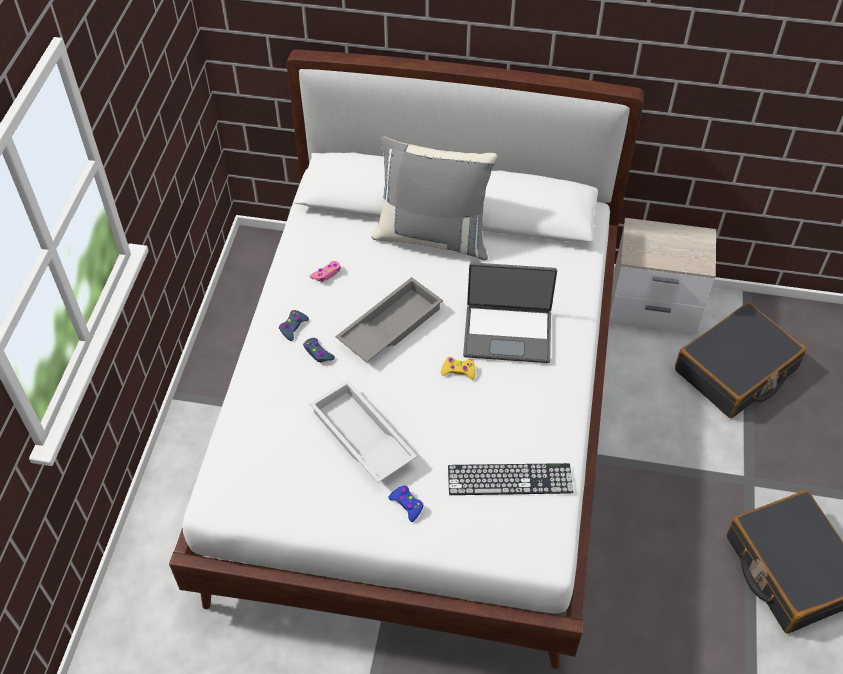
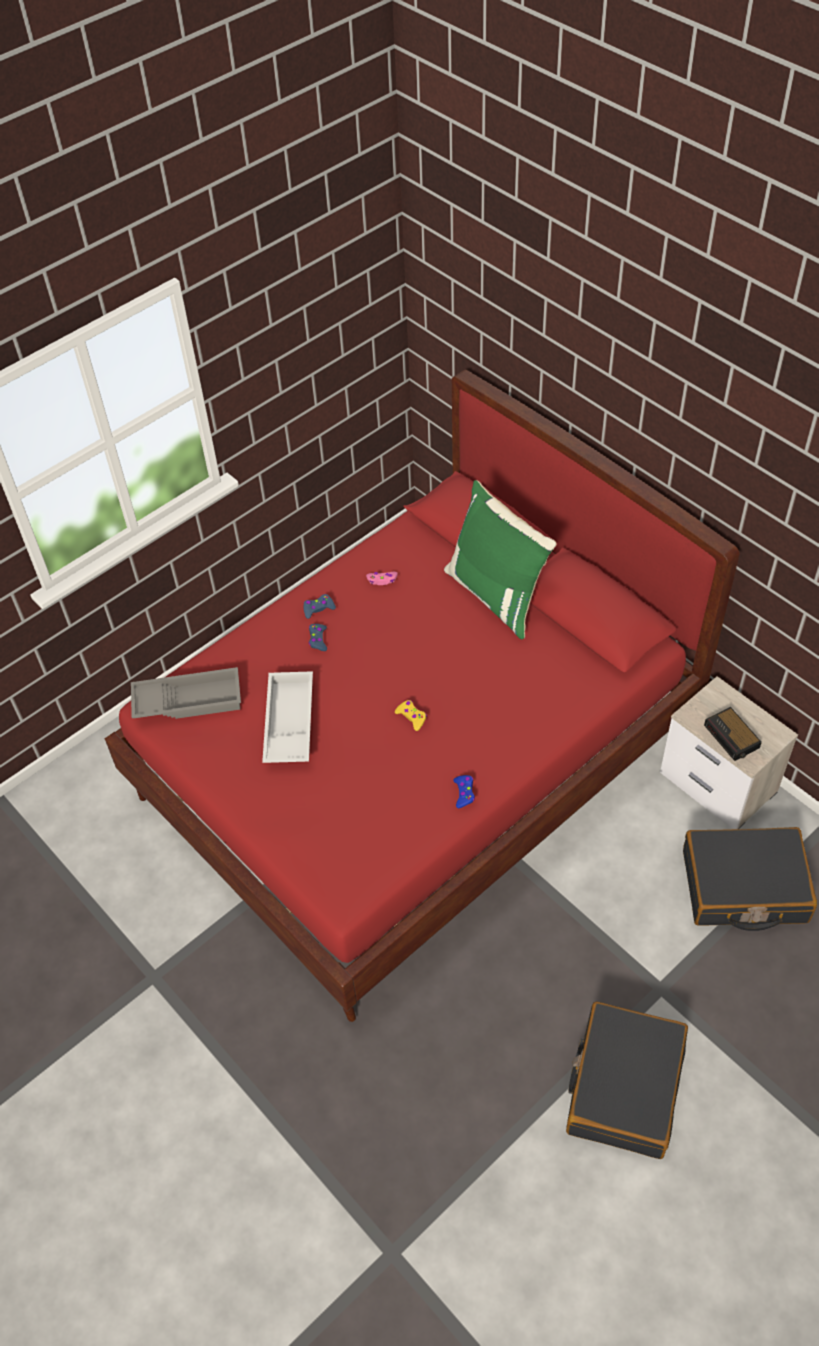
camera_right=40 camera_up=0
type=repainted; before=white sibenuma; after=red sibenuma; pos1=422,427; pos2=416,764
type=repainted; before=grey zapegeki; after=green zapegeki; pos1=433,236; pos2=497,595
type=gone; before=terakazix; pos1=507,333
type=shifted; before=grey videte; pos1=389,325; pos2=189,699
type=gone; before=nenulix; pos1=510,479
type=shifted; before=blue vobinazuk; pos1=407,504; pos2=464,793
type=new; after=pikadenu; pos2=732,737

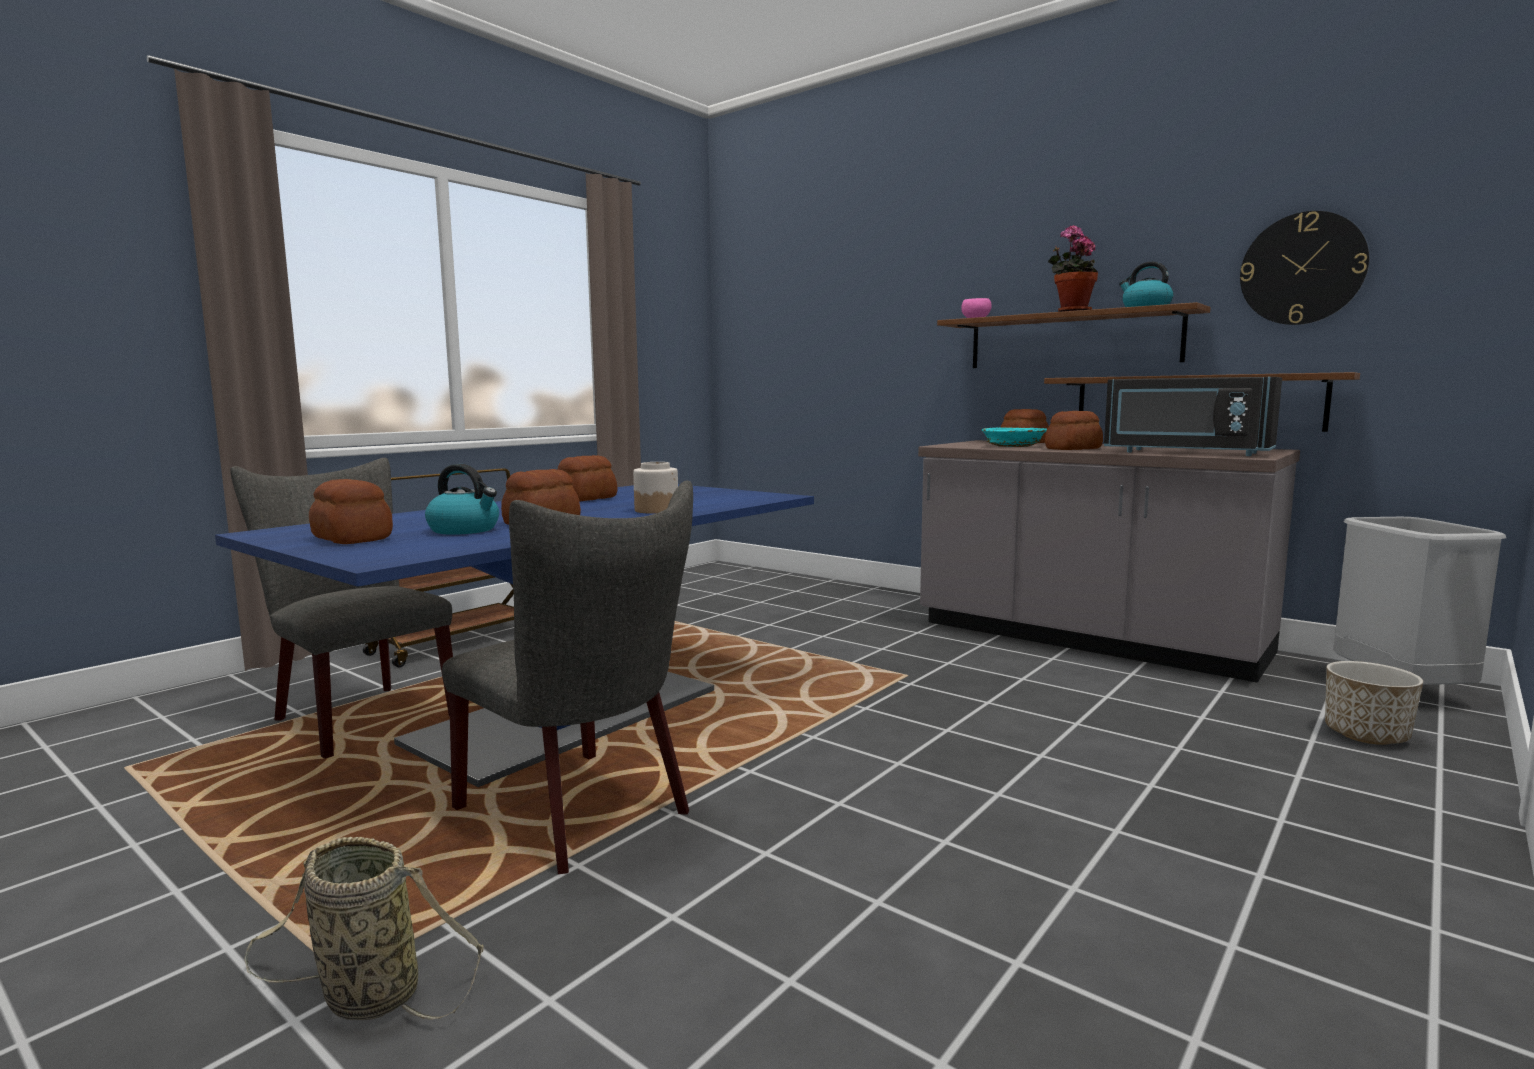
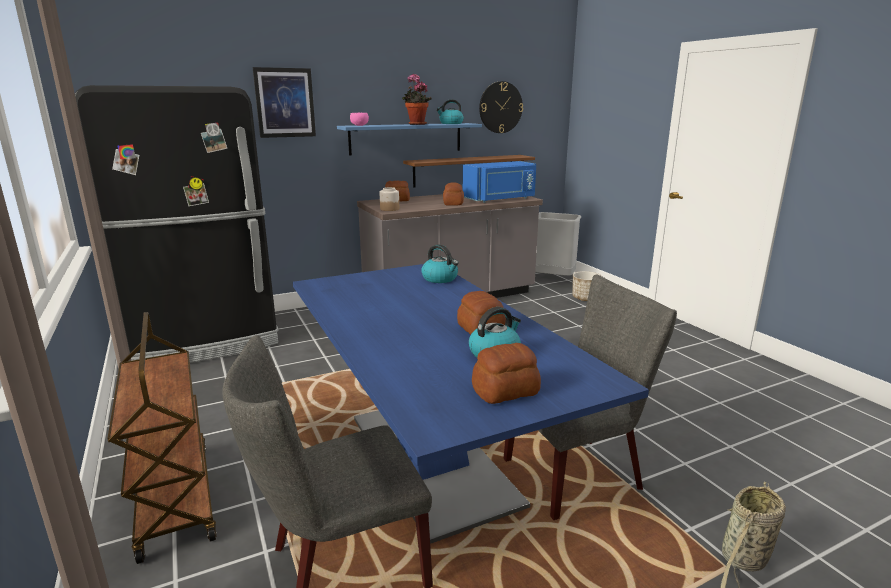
camera_right=-65 camera_up=10
type=repainted; before=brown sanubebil; after=blue sanubebil; pos1=1072,340; pos2=406,138
type=repainted; before=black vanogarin; after=blue vanogarin; pos1=1185,453; pos2=500,199
type=gone; before=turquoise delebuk; pos1=1013,446
type=gone; before=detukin; pos1=585,499
type=shifted; before=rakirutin; pos1=656,510; pos2=389,209
type=new; after=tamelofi; pos2=285,103
type=new; after=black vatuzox; pos2=205,341
type=new; after=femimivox; pos2=440,278

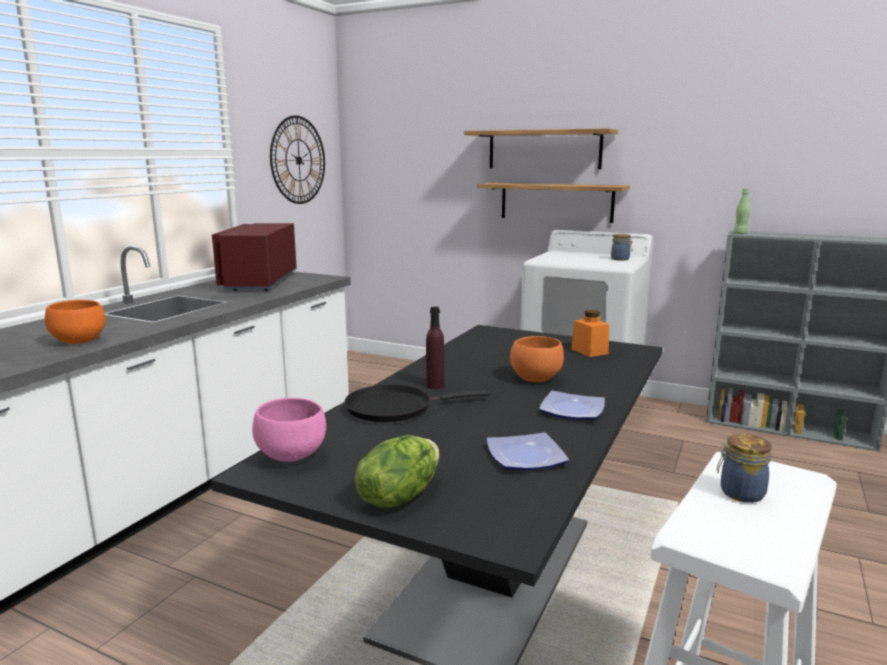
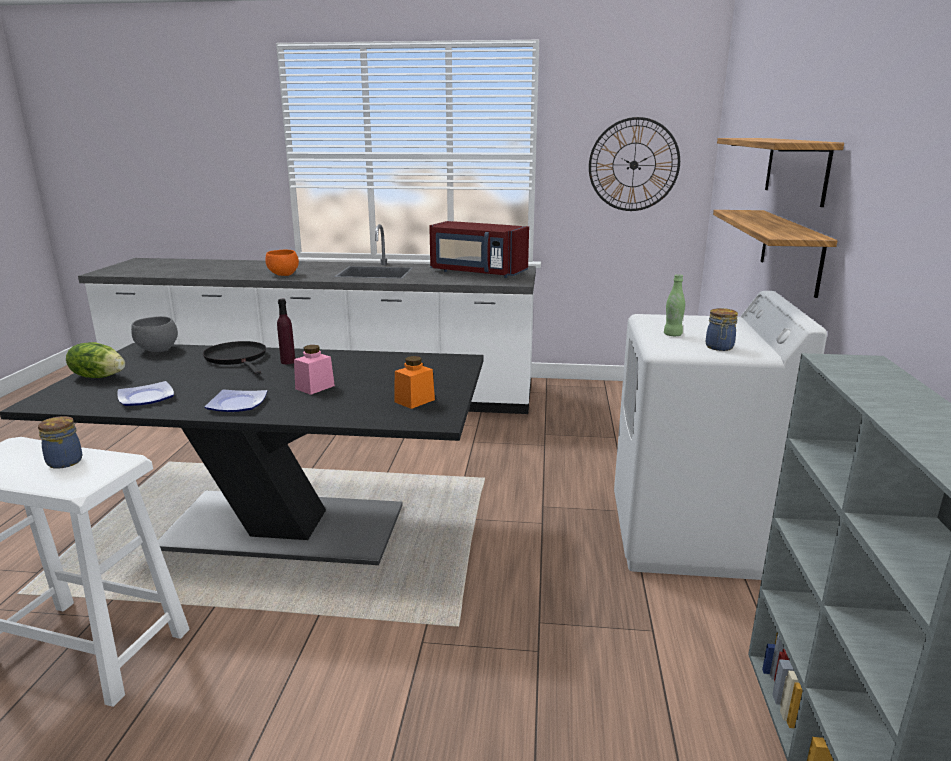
camera_right=70 camera_up=5
type=shifted; before=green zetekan; pos1=740,233; pos2=672,335
type=rotated; before=red vanogarin; pos1=258,282; pos2=477,272; turn=-135
type=swapped; before=orange delebuk; after=pink rakirutin; pos1=534,379; pos2=315,387
type=repainted; before=pink delebuk; after=grey delebuk; pos1=293,456; pos2=158,350

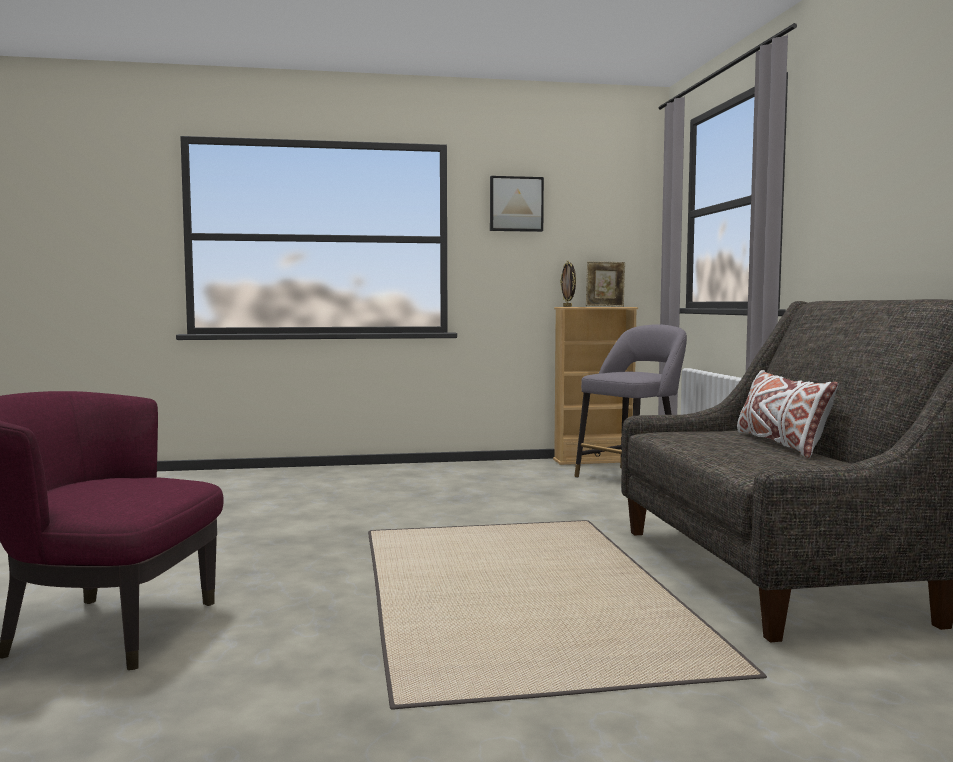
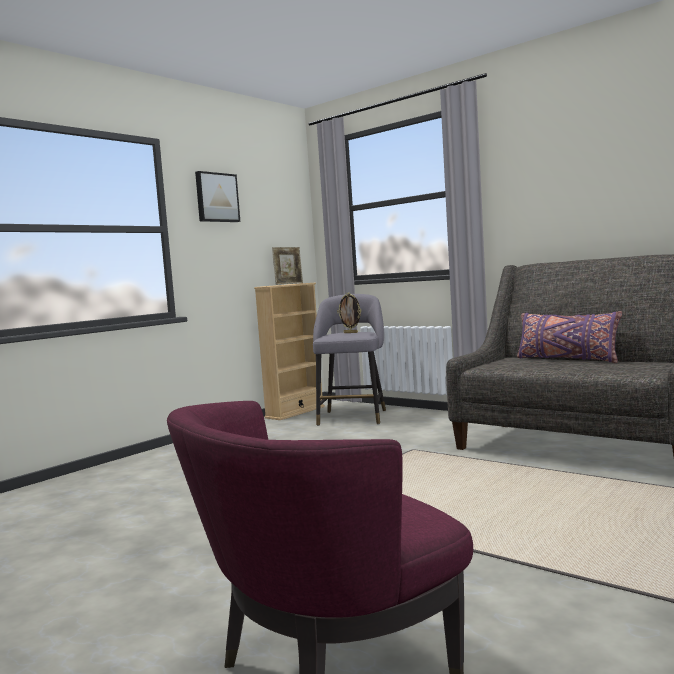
camera_right=-40 camera_up=0
type=shifted; before=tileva; pos1=568,306; pos2=351,333
type=repainted; before=white zapegeki; after=purple zapegeki; pos1=780,444; pos2=567,360

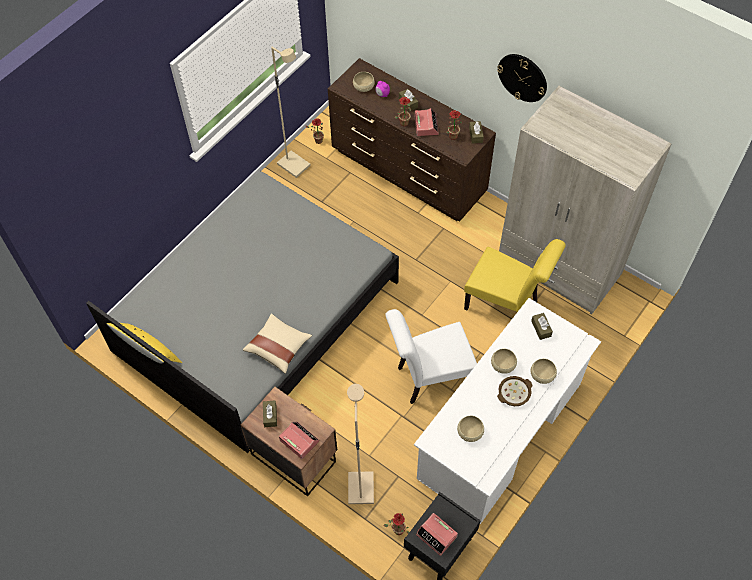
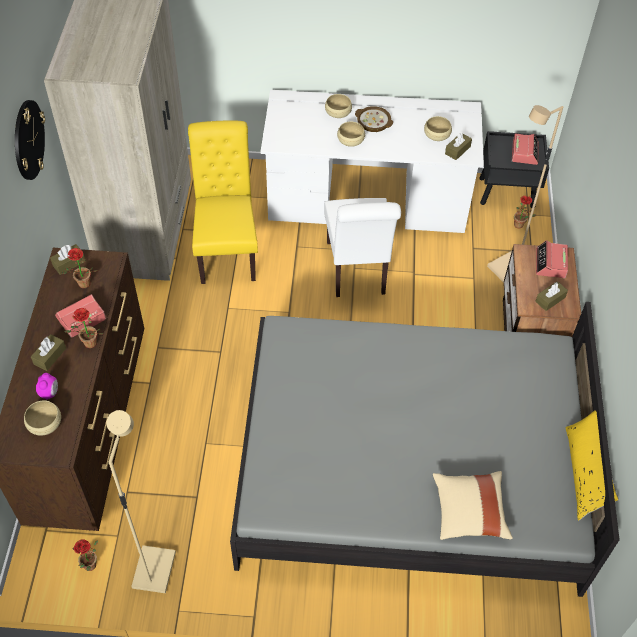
camera_right=-125 camera_up=-5
type=rotated; before=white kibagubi; pos1=429,378; pos2=357,271; turn=45
type=shifted; before=beige zapegeki; pos1=278,347; pos2=469,511
type=shifted; before=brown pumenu; pos1=541,328; pos2=457,150

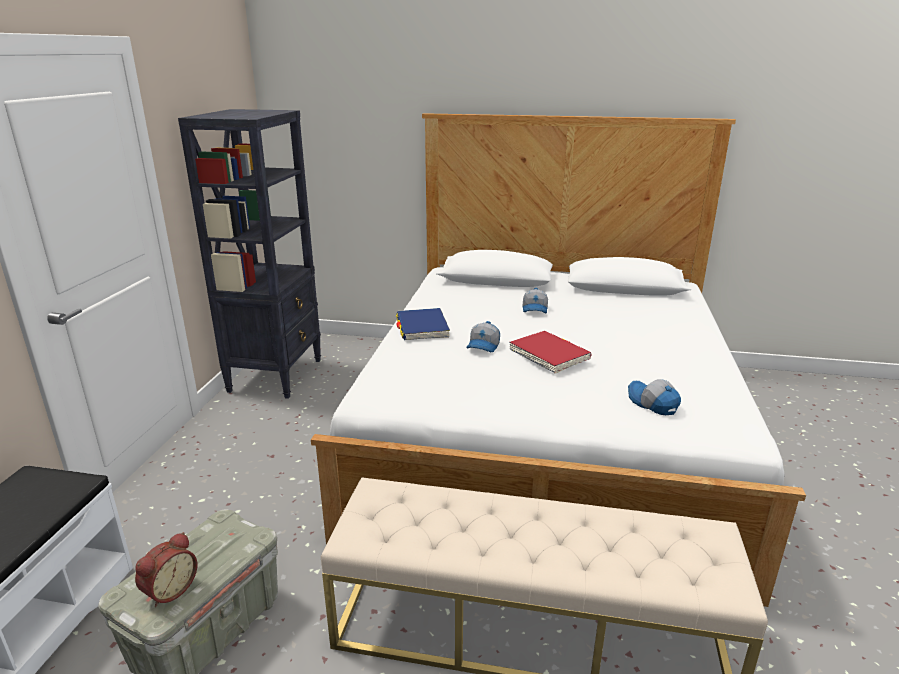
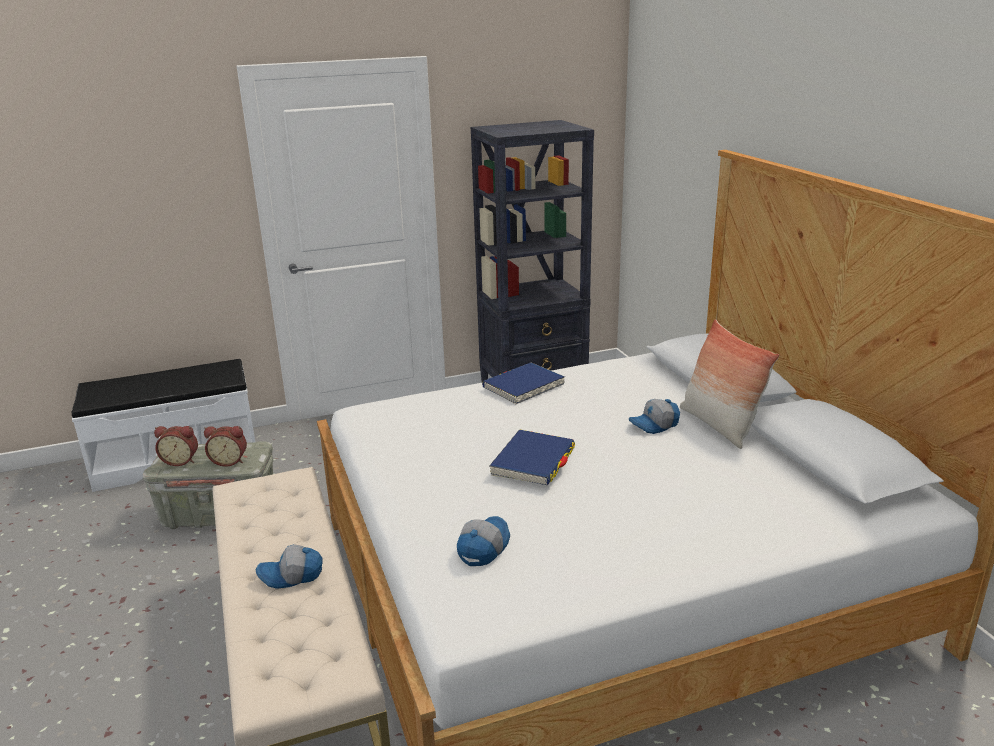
camera_right=60 camera_up=0
type=shifted; before=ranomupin; pos1=484,346; pos2=291,576
type=repainted; before=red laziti; after=blue laziti; pos1=549,354; pos2=533,461
type=new; after=zapegeki; pos2=719,425
type=new; after=pikadenu; pos2=229,461

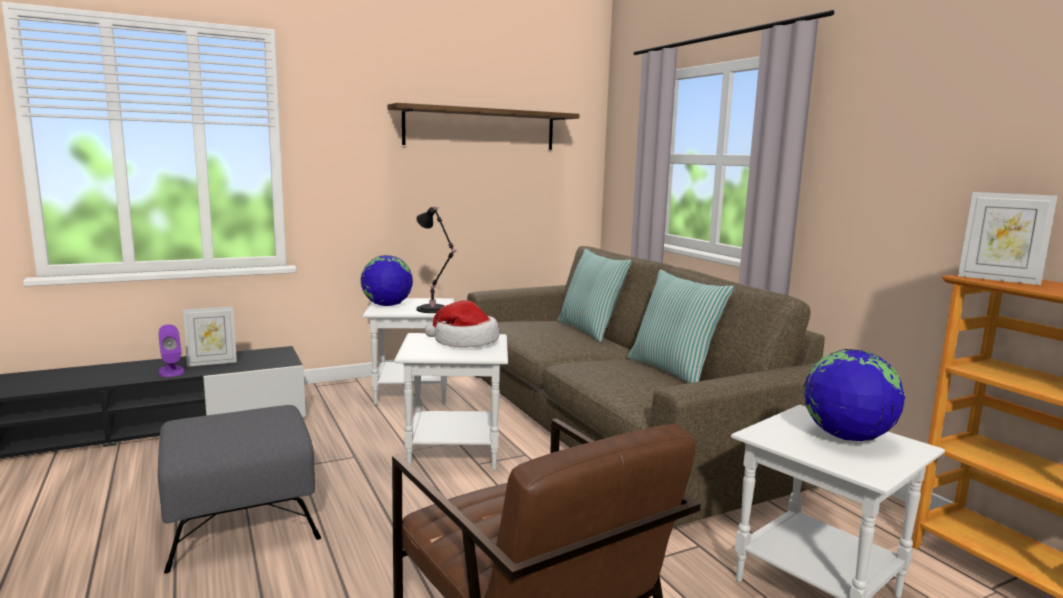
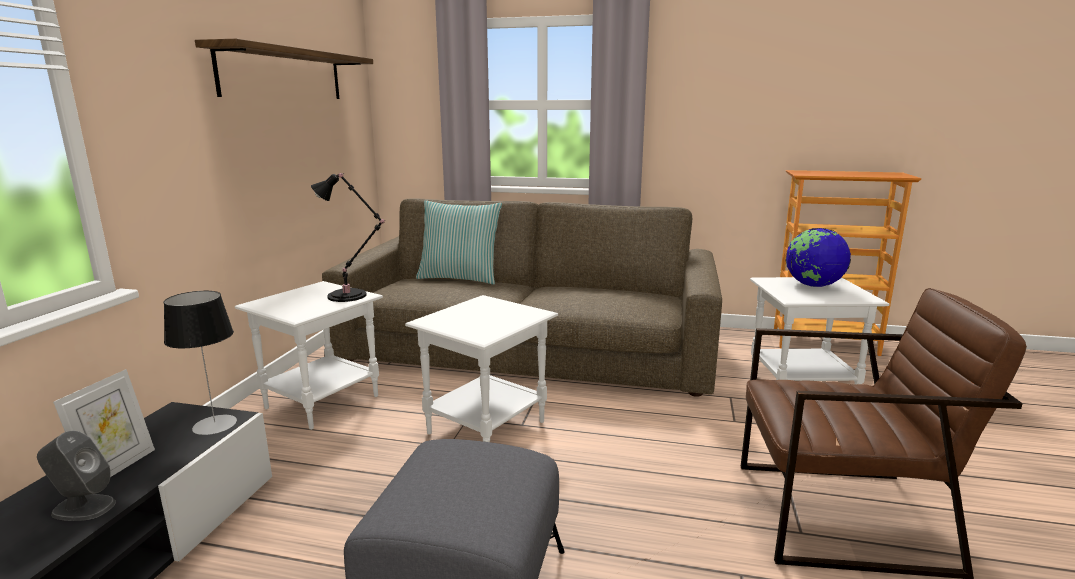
camera_right=-50 camera_up=5
type=gone; before=tileva; pos1=998,279
type=gone; before=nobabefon; pos1=387,305
type=gone; before=zapegeki; pos1=673,370
type=gone; before=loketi; pos1=464,341
type=repainted; before=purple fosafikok; after=grey fosafikok; pos1=171,371; pos2=83,507
type=new; after=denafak; pos2=215,425

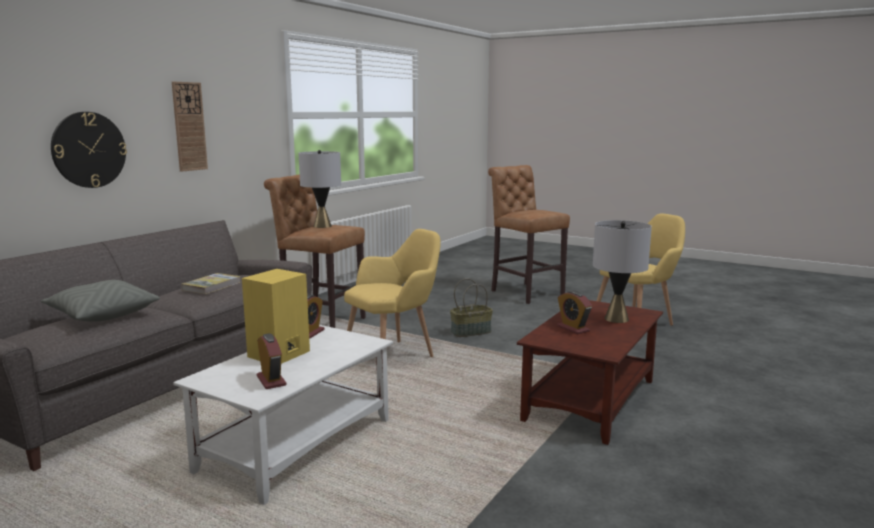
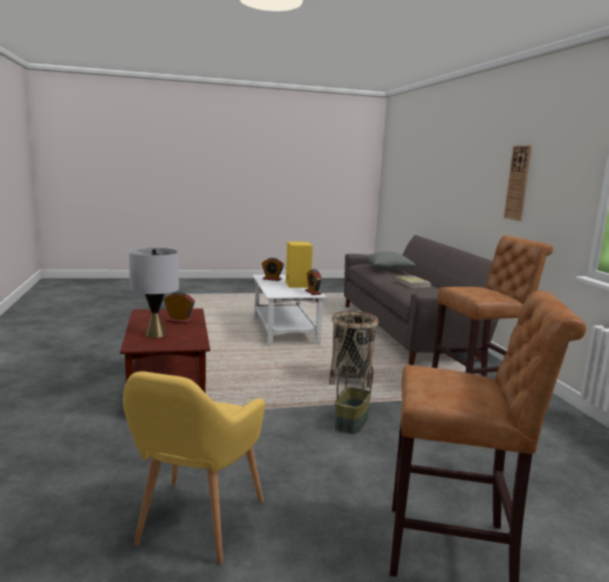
camera_right=135 camera_up=0
type=gone; before=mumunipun; pos1=89,150
type=gone; before=grey denafak; pos1=322,226
type=swapped; before=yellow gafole; after=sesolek; pos1=394,356; pos2=350,379

